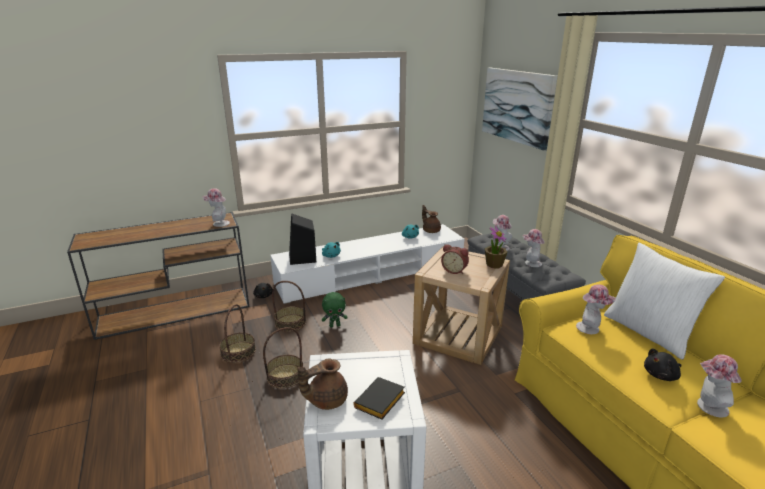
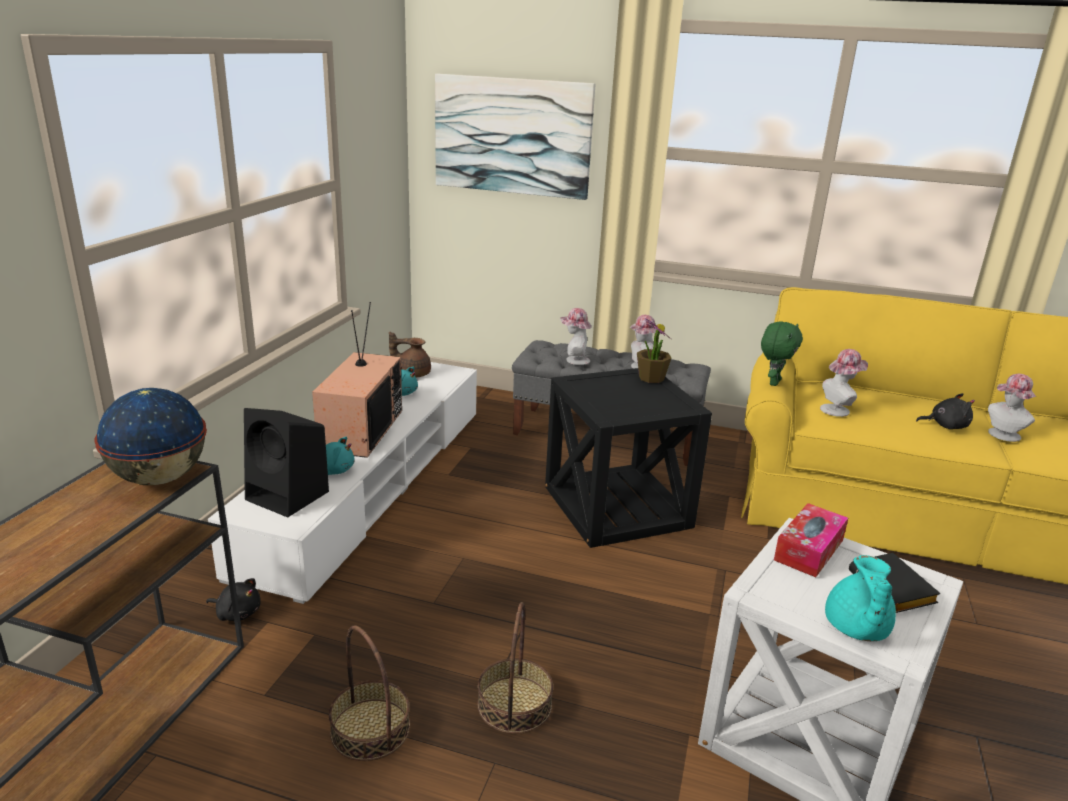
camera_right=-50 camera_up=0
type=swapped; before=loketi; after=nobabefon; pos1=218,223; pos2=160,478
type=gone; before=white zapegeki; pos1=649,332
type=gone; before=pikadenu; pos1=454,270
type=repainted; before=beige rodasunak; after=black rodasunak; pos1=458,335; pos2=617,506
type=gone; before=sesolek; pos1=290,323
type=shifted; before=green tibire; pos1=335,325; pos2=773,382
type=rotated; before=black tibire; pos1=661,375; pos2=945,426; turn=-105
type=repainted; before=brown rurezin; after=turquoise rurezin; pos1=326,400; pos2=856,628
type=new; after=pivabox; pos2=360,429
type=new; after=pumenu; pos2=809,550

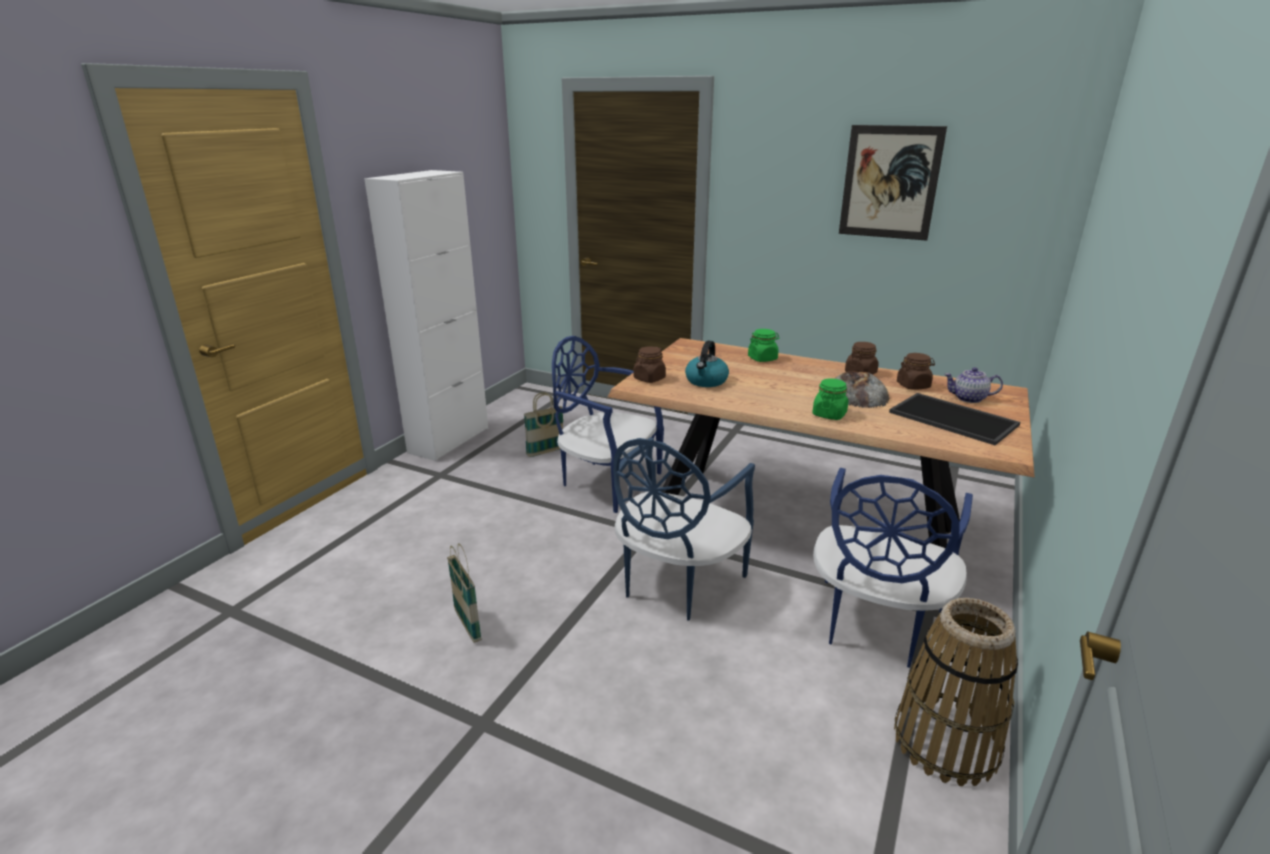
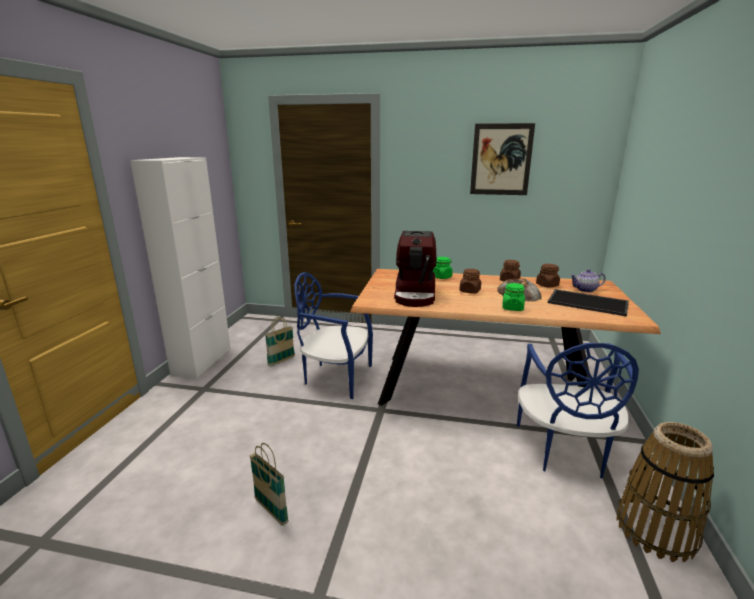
camera_right=-15 camera_up=-5
type=swapped; before=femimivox; after=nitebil; pos1=706,381; pos2=416,294
type=shifted; before=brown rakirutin; pos1=649,379; pos2=470,291
type=gone; before=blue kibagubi; pos1=676,583

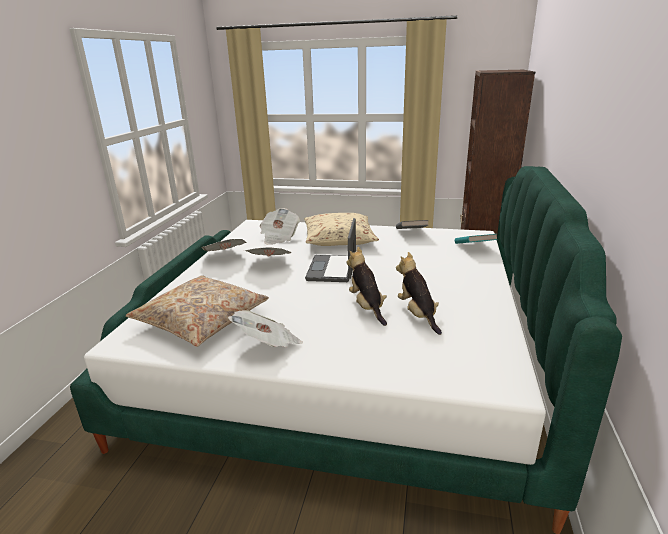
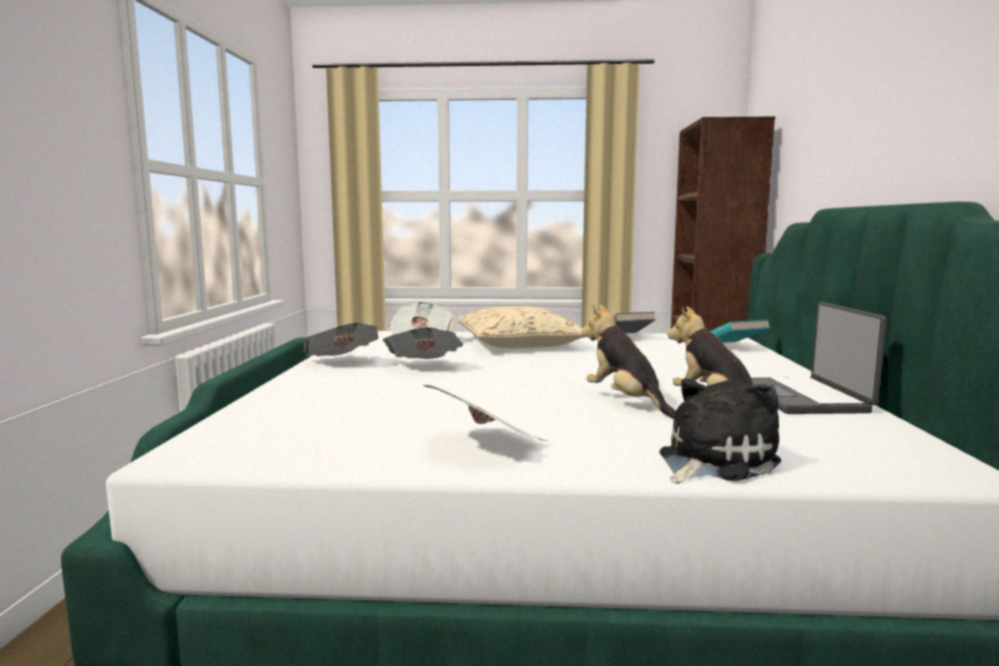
camera_right=-10 camera_up=-15
type=shifted; before=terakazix; pos1=333,269; pos2=803,398
type=gone; before=beige zapegeki; pos1=202,320
type=new; after=tibire; pos2=712,461

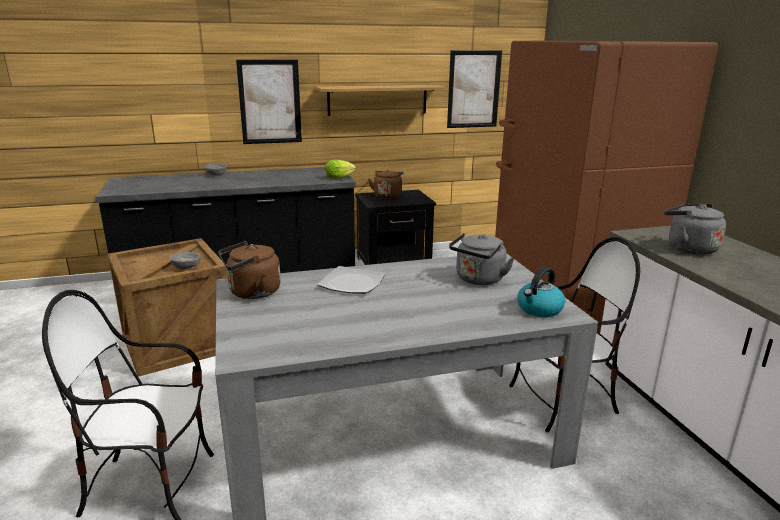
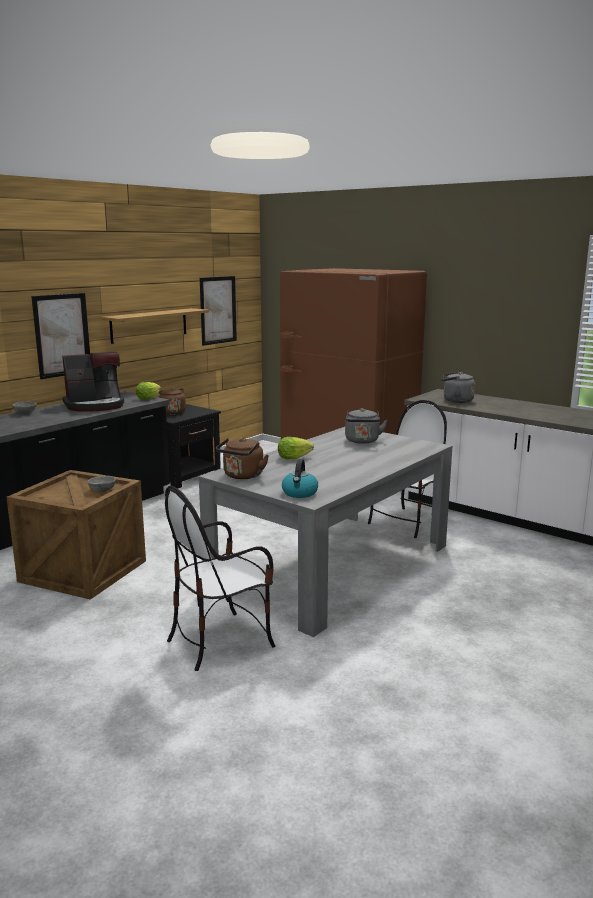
camera_right=-35 camera_up=-5
type=swapped; before=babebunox; after=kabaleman; pos1=351,283; pos2=293,458
type=shifted; before=femimivox; pos1=539,309; pos2=300,493
type=new; after=nitebil; pos2=95,405

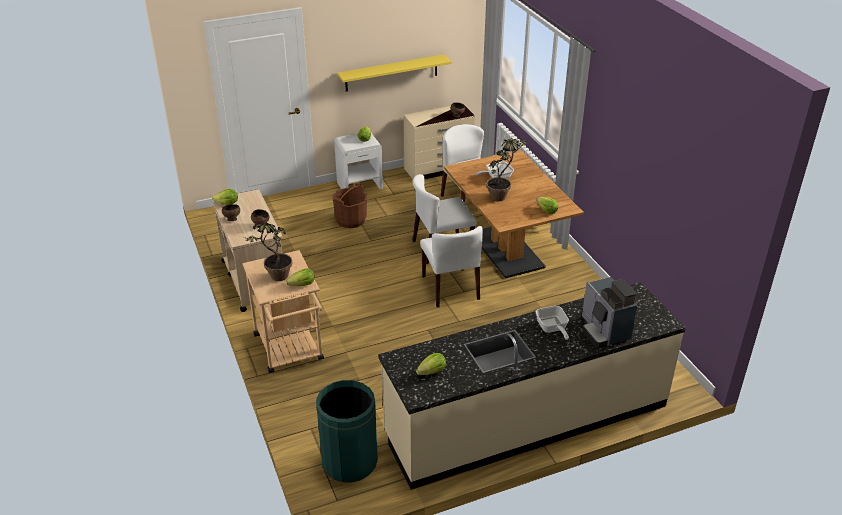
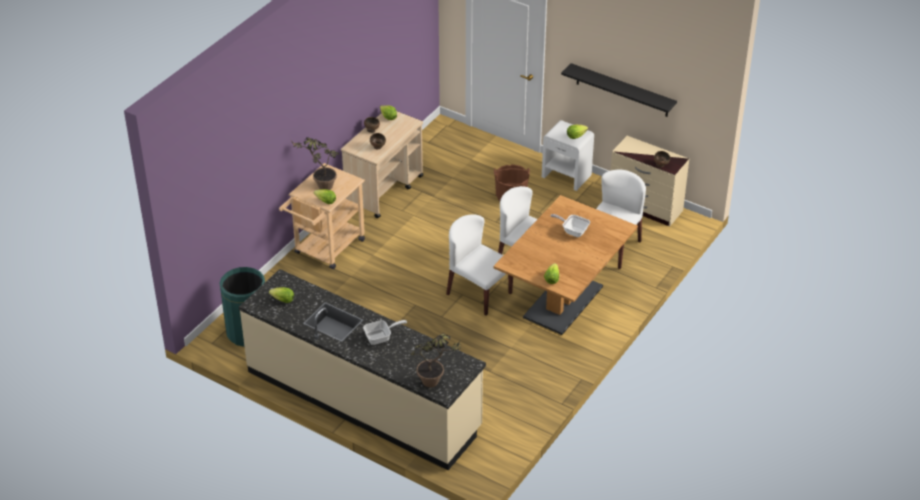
camera_right=55 camera_up=5
type=repainted; before=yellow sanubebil; after=black sanubebil; pos1=391,73; pos2=622,90
type=shifted; before=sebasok; pos1=502,195; pos2=436,383
type=rotated; before=white kibagubi; pos1=450,288; pos2=478,293; turn=90
type=gone; before=nitebil; pos1=604,331
type=rotated; before=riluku; pos1=552,329; pos2=381,337; turn=-150

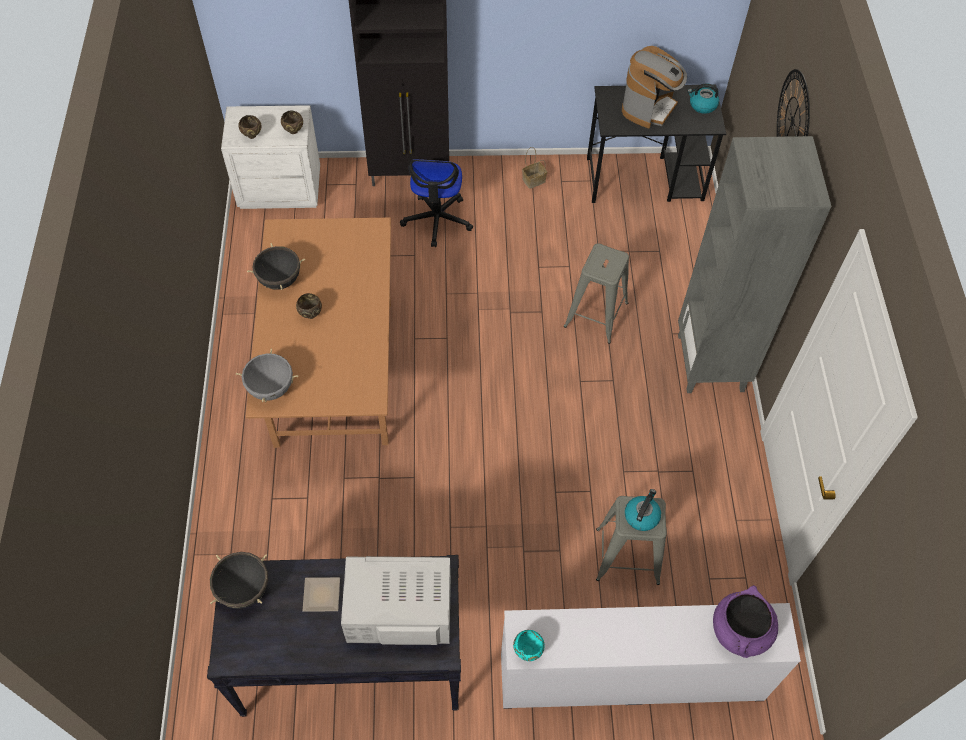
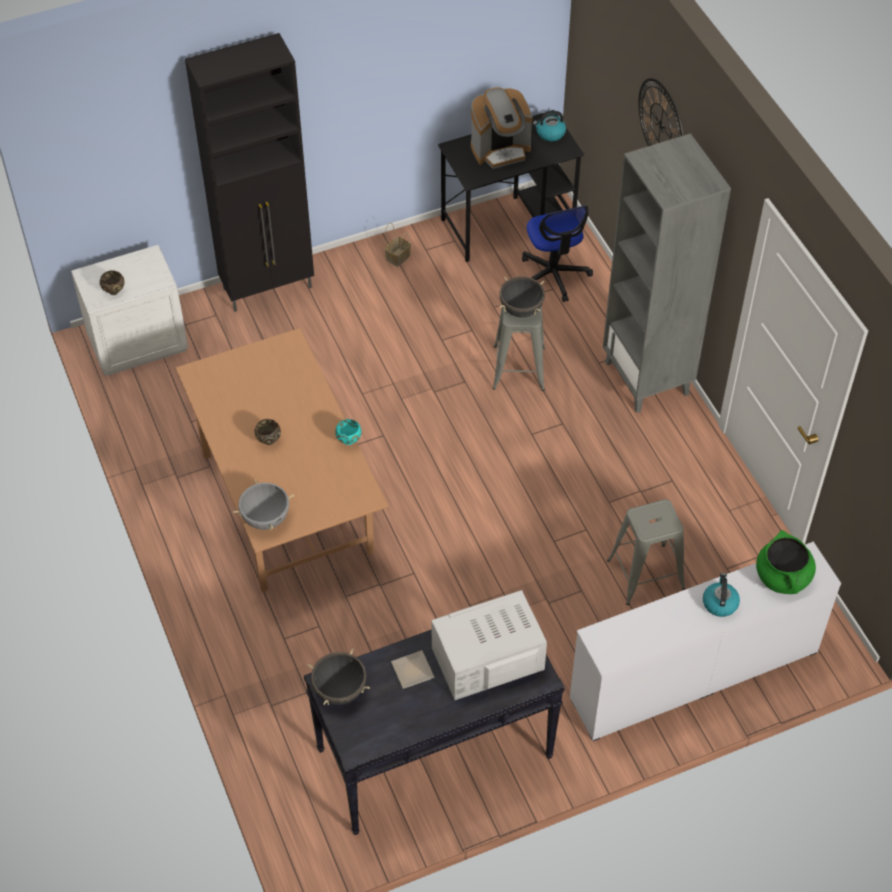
camera_right=-20 camera_up=-5
type=rotated; before=nitebil; pos1=649,107; pos2=500,150; turn=60
type=gone; before=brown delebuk; pos1=294,131
type=shifted; before=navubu; pos1=437,220; pos2=553,275
type=shifted; before=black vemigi; pos1=280,280; pos2=521,309
type=shifted; before=femimivox; pos1=641,516; pos2=719,603
type=repainted; before=purple vemigi; after=green vemigi; pos1=740,631; pos2=783,577
type=shifted; before=turquoise delebuk; pos1=528,651; pos2=349,441

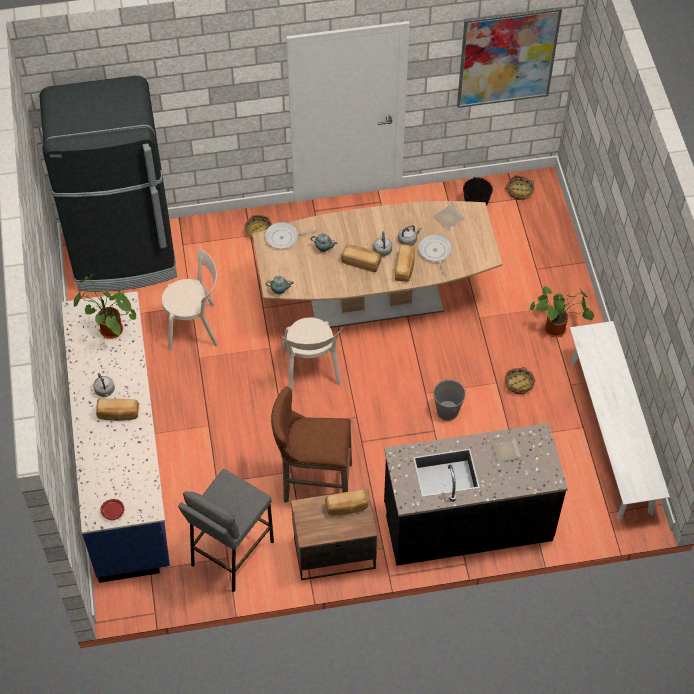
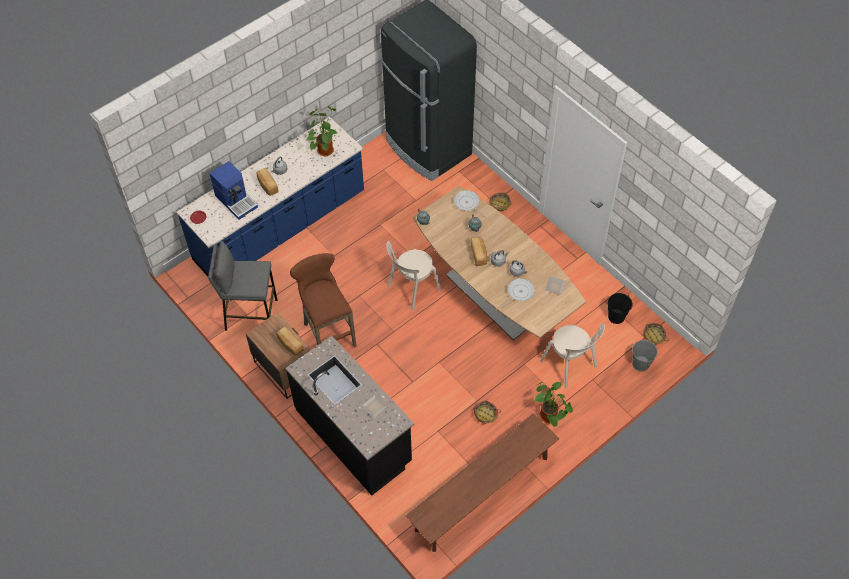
camera_right=60 camera_up=0
type=gone; before=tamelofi; pos1=507,57
type=gone; before=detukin; pos1=405,268
type=shifted; before=beige kibagubi; pos1=195,326; pos2=570,365
type=repainted; before=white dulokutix; after=brown dulokutix; pos1=610,435; pos2=482,493
type=shifted; before=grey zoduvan; pos1=447,411; pos2=640,364
type=new; after=nitebil; pos2=236,200

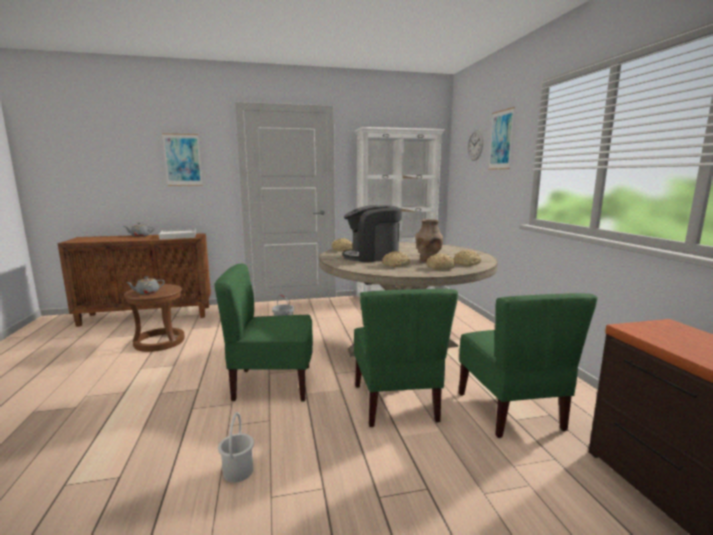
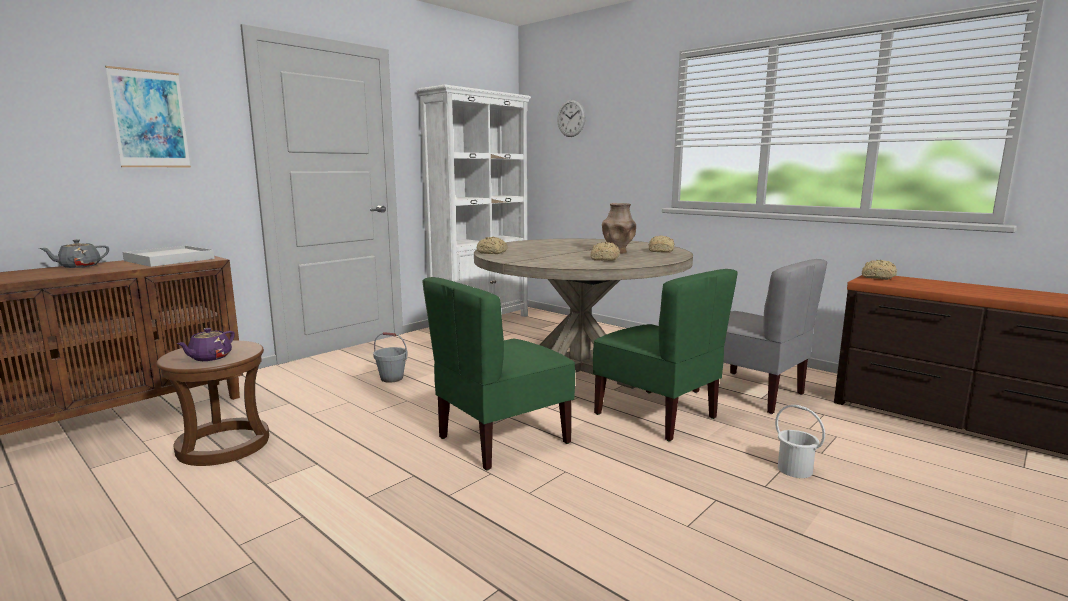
camera_right=-35 camera_up=0
type=gone; before=tamelofi; pos1=501,140
type=gone; before=nitebil; pos1=372,257
type=shifted; before=detukin; pos1=439,268; pos2=877,277
type=repainted; before=grey rurezin; after=purple rurezin; pos1=147,292; pos2=209,357
type=repainted; before=green kibagubi; after=grey kibagubi; pos1=511,411; pos2=749,393
type=shifted; before=white zoduvan; pos1=237,471; pos2=794,470

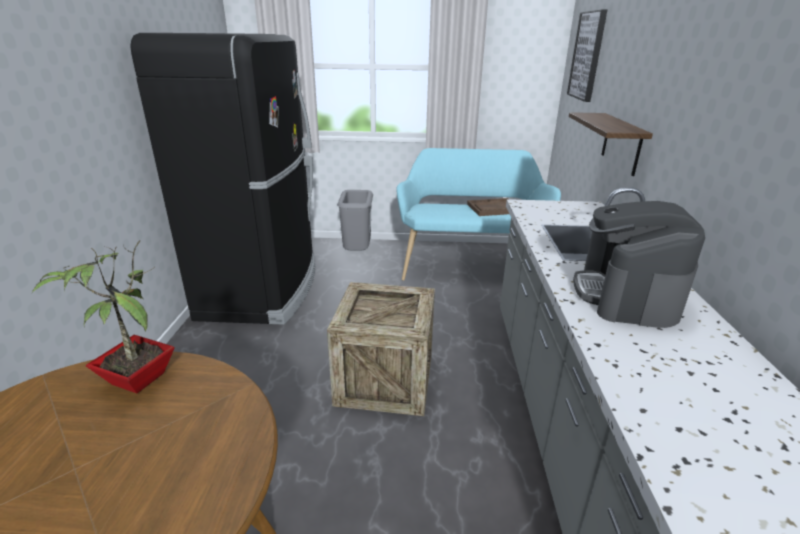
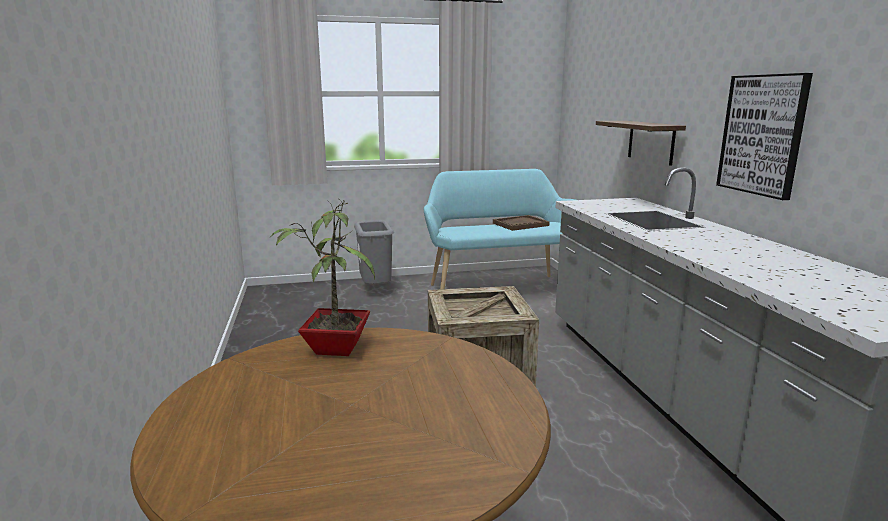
camera_right=-15 camera_up=-10
type=shifted; before=tamelofi; pos1=587,56; pos2=762,135
type=gone; before=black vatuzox; pos1=263,288
type=gone; before=nitebil; pos1=626,295

